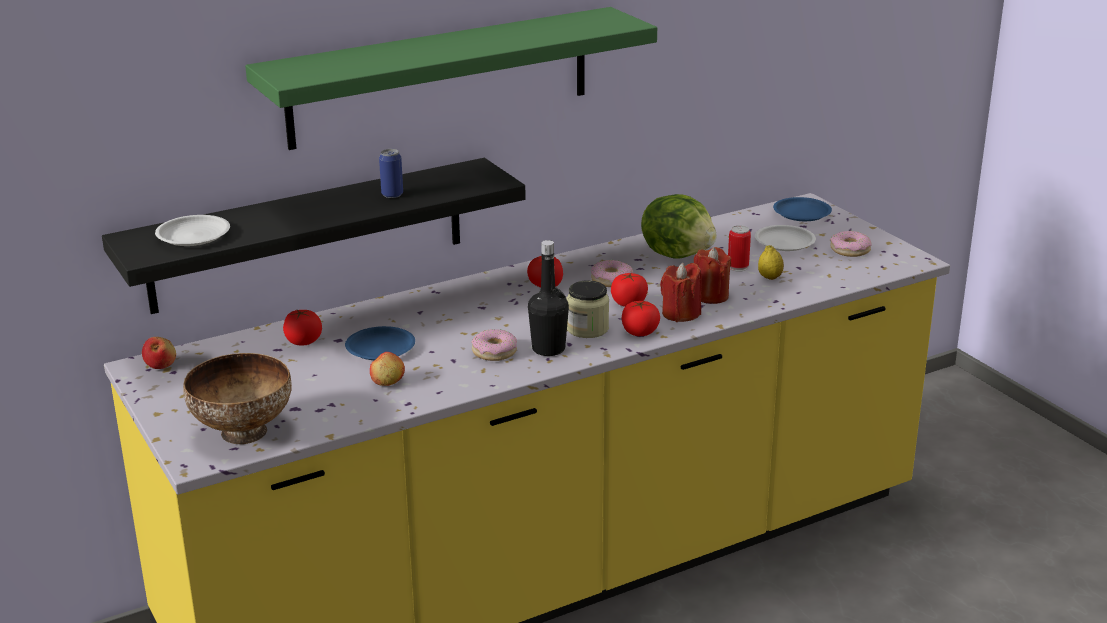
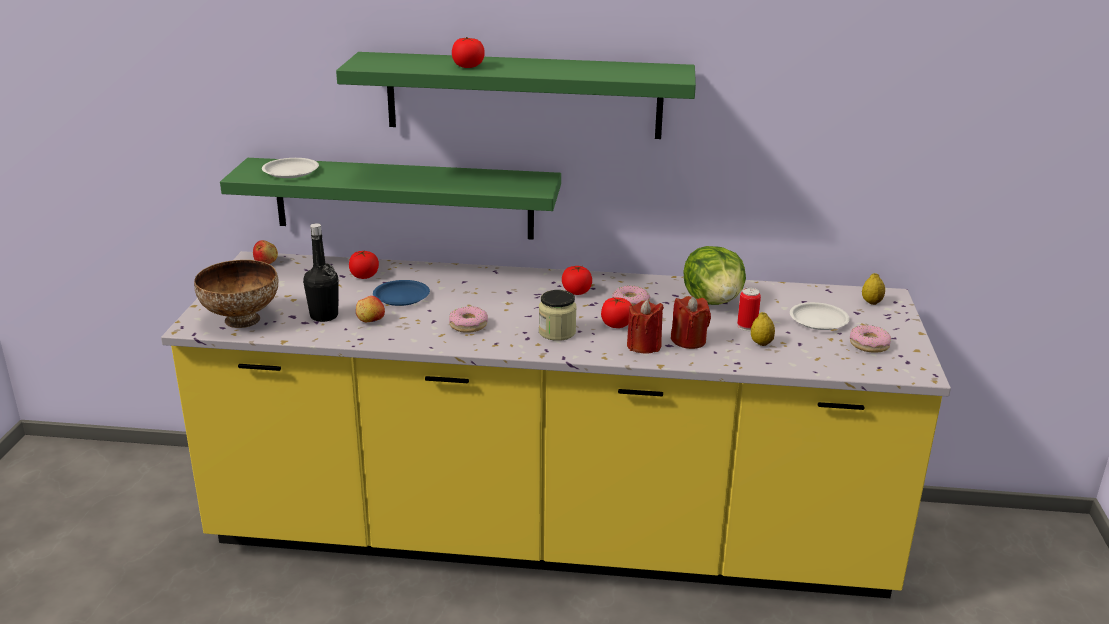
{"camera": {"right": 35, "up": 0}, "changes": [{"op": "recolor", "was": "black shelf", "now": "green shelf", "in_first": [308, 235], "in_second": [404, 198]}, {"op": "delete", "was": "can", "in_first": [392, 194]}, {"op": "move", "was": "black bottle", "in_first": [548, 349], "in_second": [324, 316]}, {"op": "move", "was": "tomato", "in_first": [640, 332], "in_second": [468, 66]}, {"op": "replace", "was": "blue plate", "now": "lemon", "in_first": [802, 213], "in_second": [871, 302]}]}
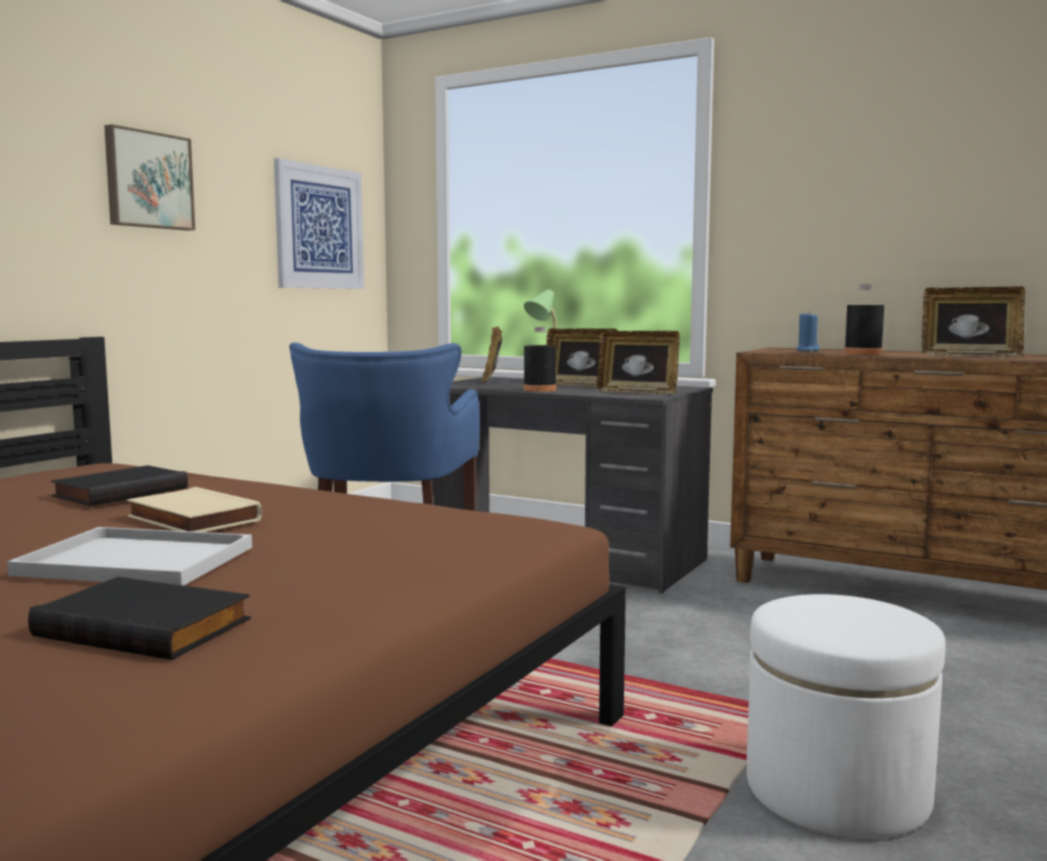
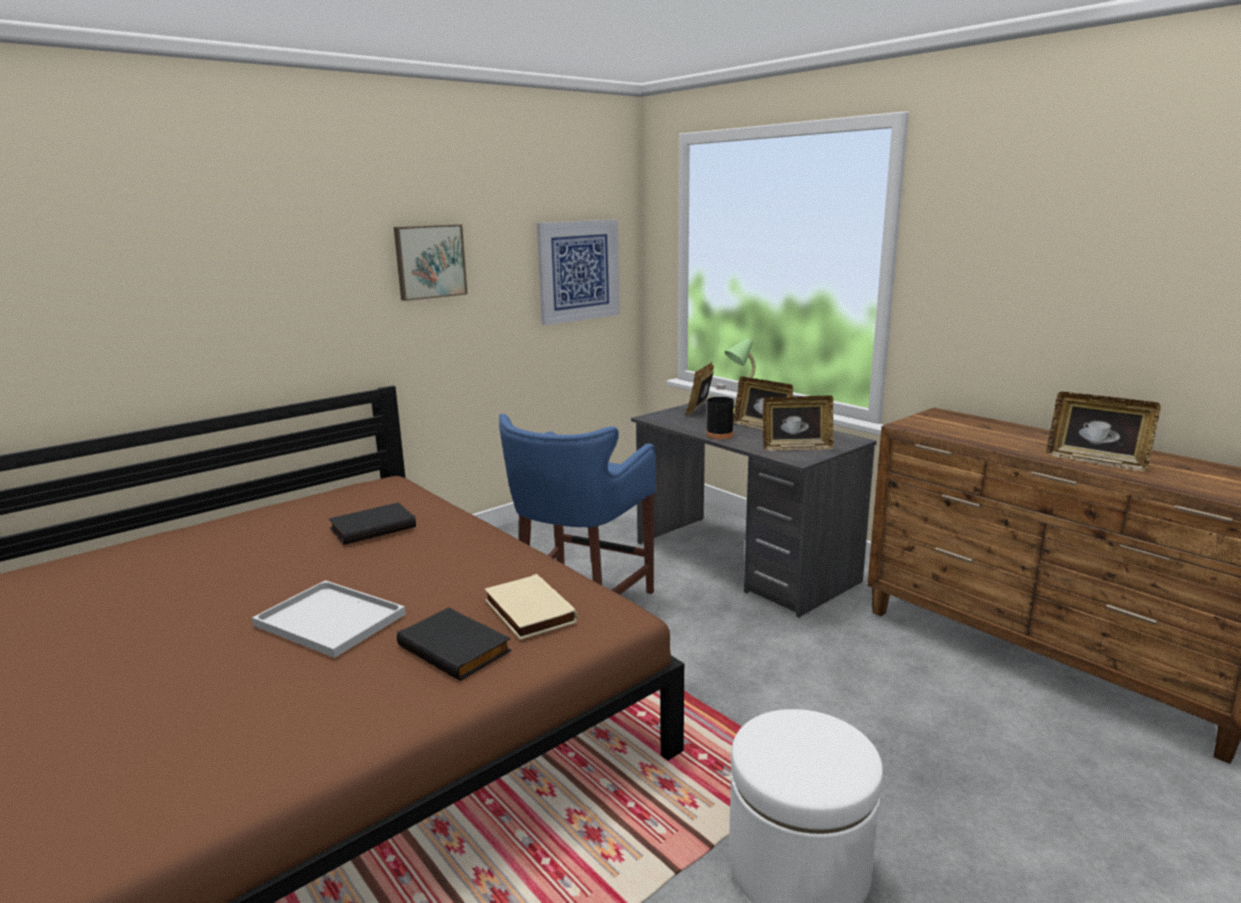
{"camera": {"right": 20, "up": 10}, "changes": [{"op": "move", "was": "black book", "in_first": [147, 627], "in_second": [456, 648]}, {"op": "move", "was": "beige book", "in_first": [190, 519], "in_second": [527, 612]}, {"op": "rotate", "was": "picture frame", "in_first": [637, 392], "in_second": [796, 448], "clockwise": -45}, {"op": "delete", "was": "blue candle", "in_first": [807, 350]}, {"op": "delete", "was": "black bottle", "in_first": [863, 353]}]}
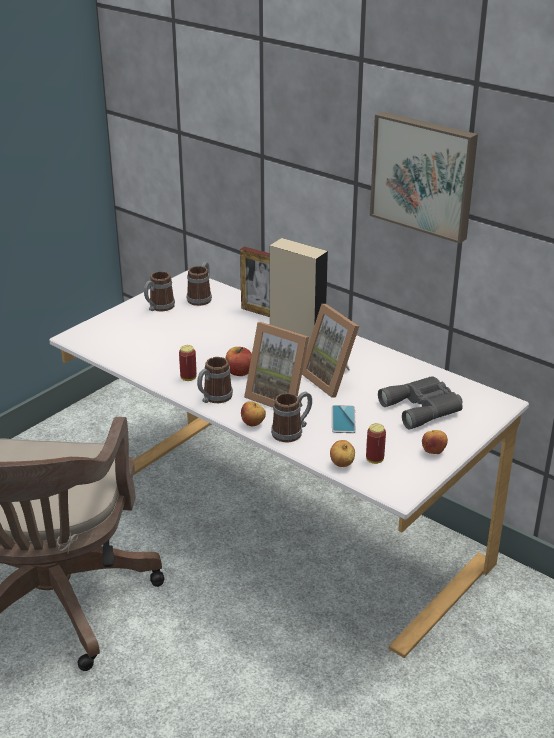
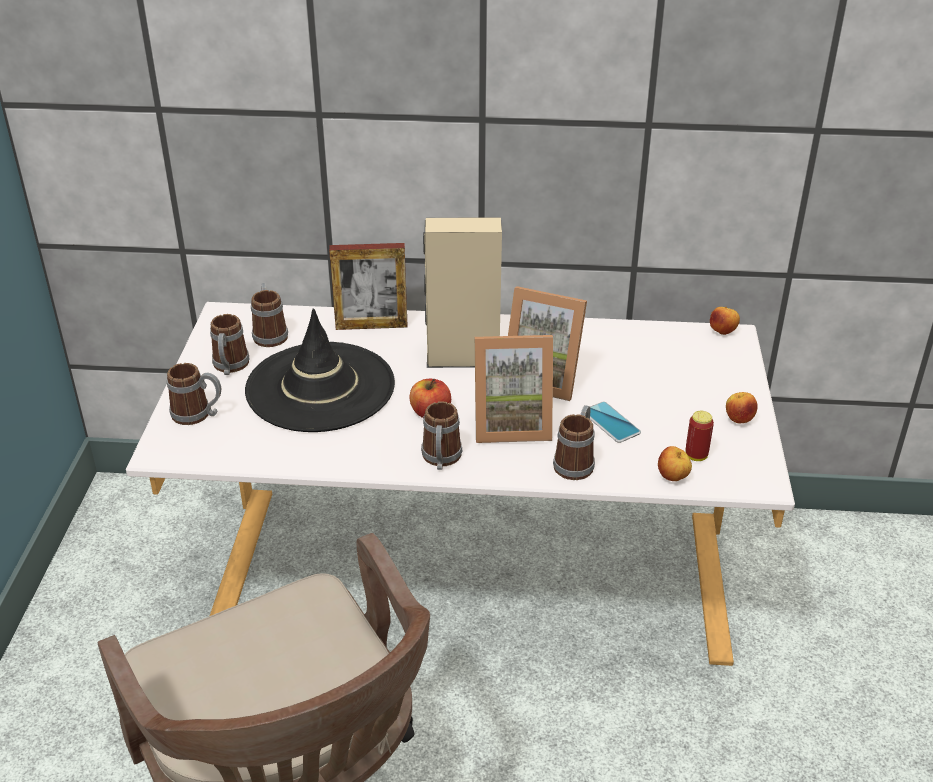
{"camera": {"right": -35, "up": 5}, "changes": [{"op": "delete", "was": "can", "in_first": [188, 378]}, {"op": "move", "was": "apple", "in_first": [253, 424], "in_second": [722, 332]}, {"op": "delete", "was": "picture", "in_first": [424, 175]}, {"op": "delete", "was": "grey binoculars", "in_first": [424, 407]}, {"op": "insert", "now": "mug", "in_second": [198, 415]}, {"op": "insert", "now": "black hat", "in_second": [320, 387]}]}
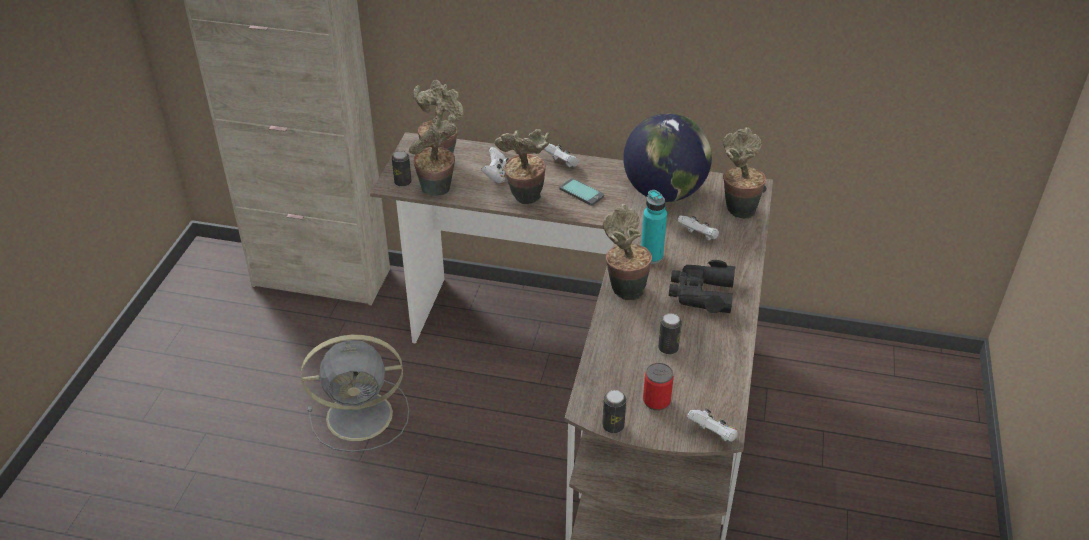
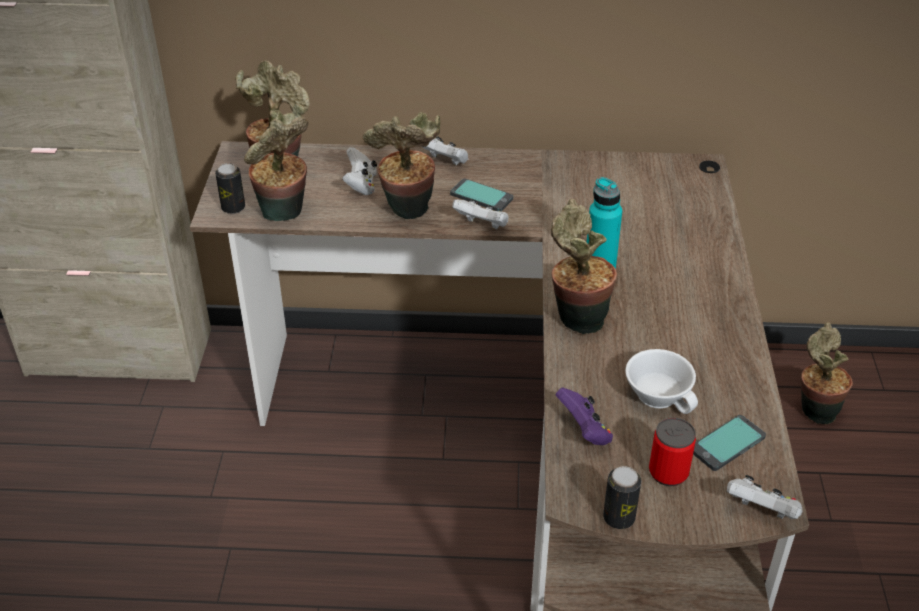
{"camera": {"right": -10, "up": 0}, "changes": [{"op": "delete", "was": "grey fan", "in_first": [362, 415]}, {"op": "delete", "was": "globe", "in_first": [664, 193]}, {"op": "replace", "was": "can", "now": "white cup", "in_first": [668, 348], "in_second": [660, 394]}, {"op": "delete", "was": "black binoculars", "in_first": [701, 294]}, {"op": "move", "was": "white game controller", "in_first": [698, 237], "in_second": [482, 226]}, {"op": "move", "was": "potted plant", "in_first": [738, 209], "in_second": [814, 411]}, {"op": "insert", "now": "purple game controller", "in_second": [584, 431]}, {"op": "insert", "now": "phone", "in_second": [727, 444]}]}
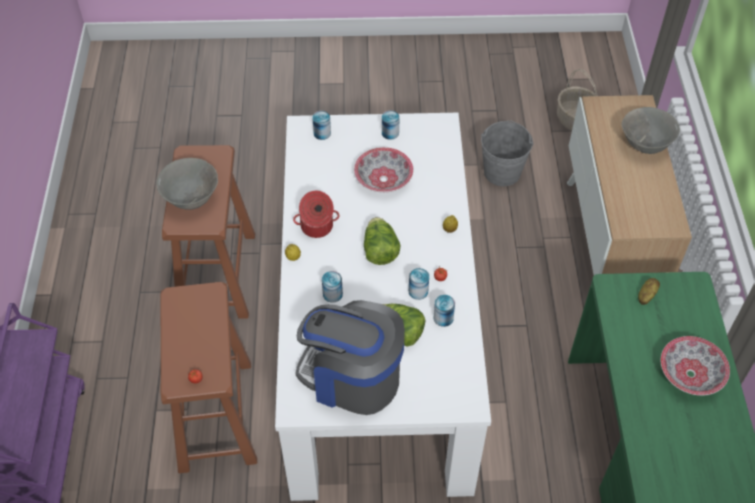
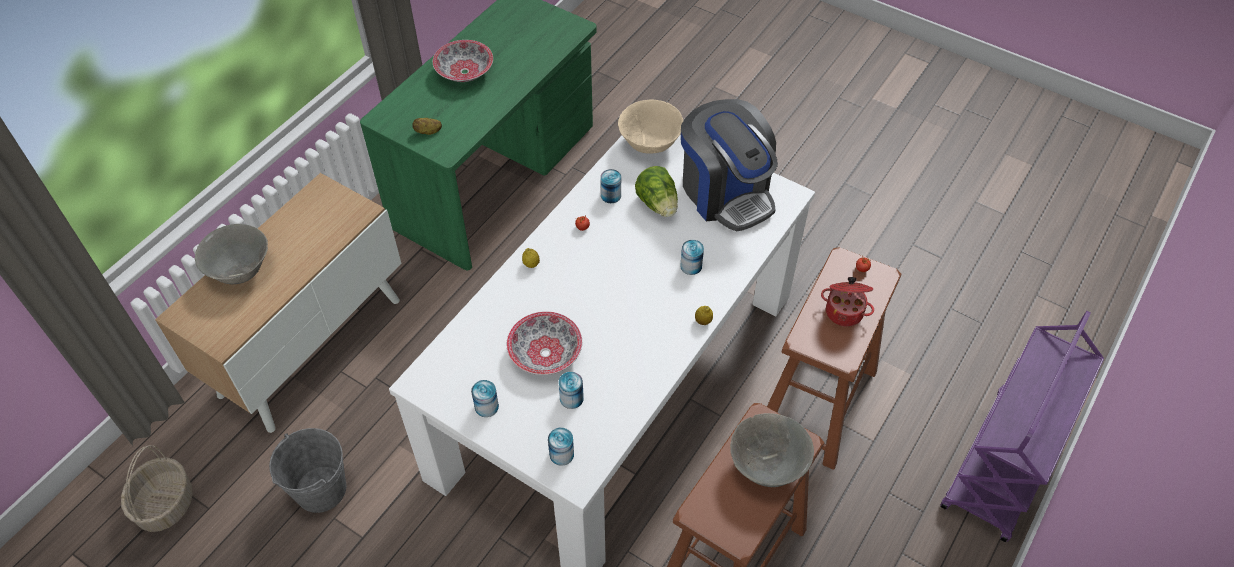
{"camera": {"right": -145, "up": 0}, "changes": [{"op": "move", "was": "cooking pot", "in_first": [317, 227], "in_second": [844, 311]}, {"op": "delete", "was": "lettuce", "in_first": [380, 251]}, {"op": "move", "was": "can", "in_first": [418, 291], "in_second": [571, 398]}, {"op": "insert", "now": "beige bowl", "in_second": [650, 144]}]}
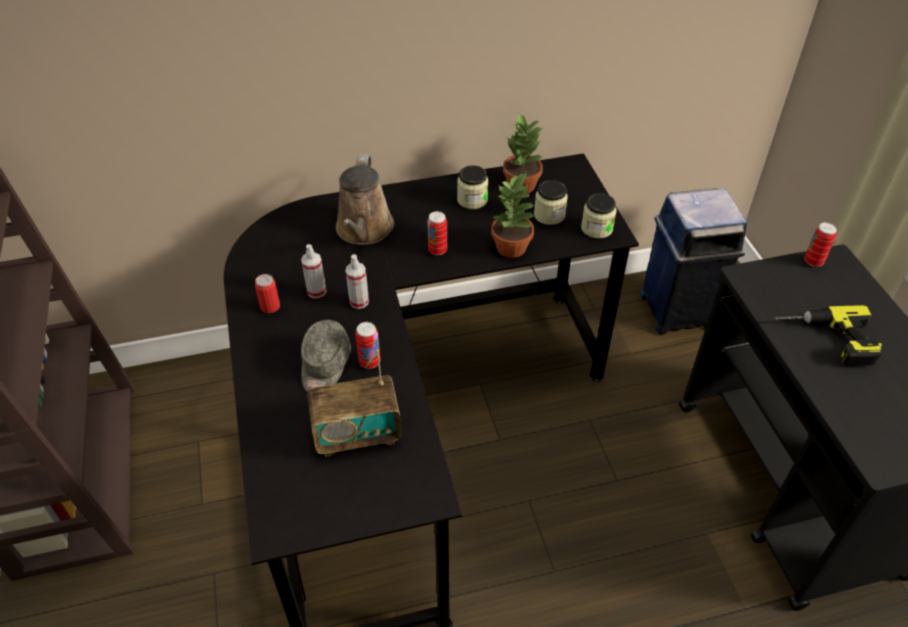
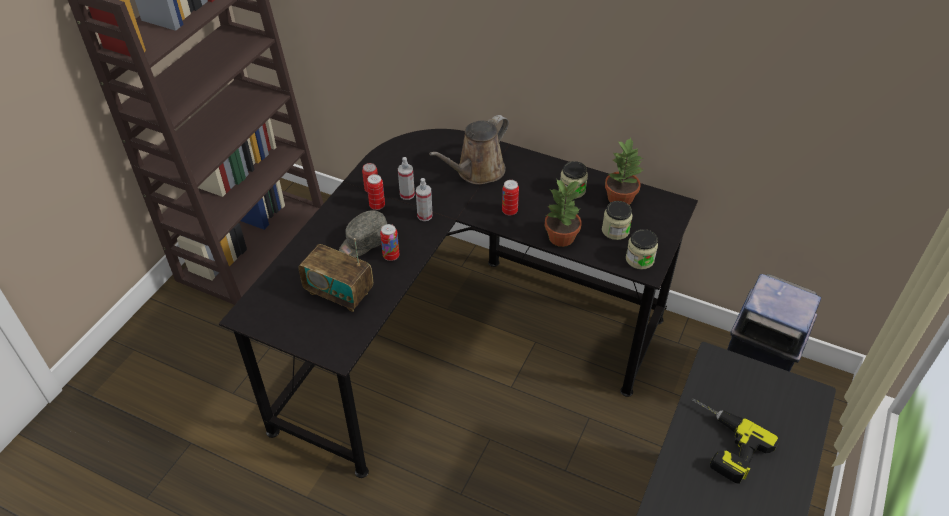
{"camera": {"right": 40, "up": 0}, "changes": [{"op": "move", "was": "can", "in_first": [813, 261], "in_second": [377, 205]}]}
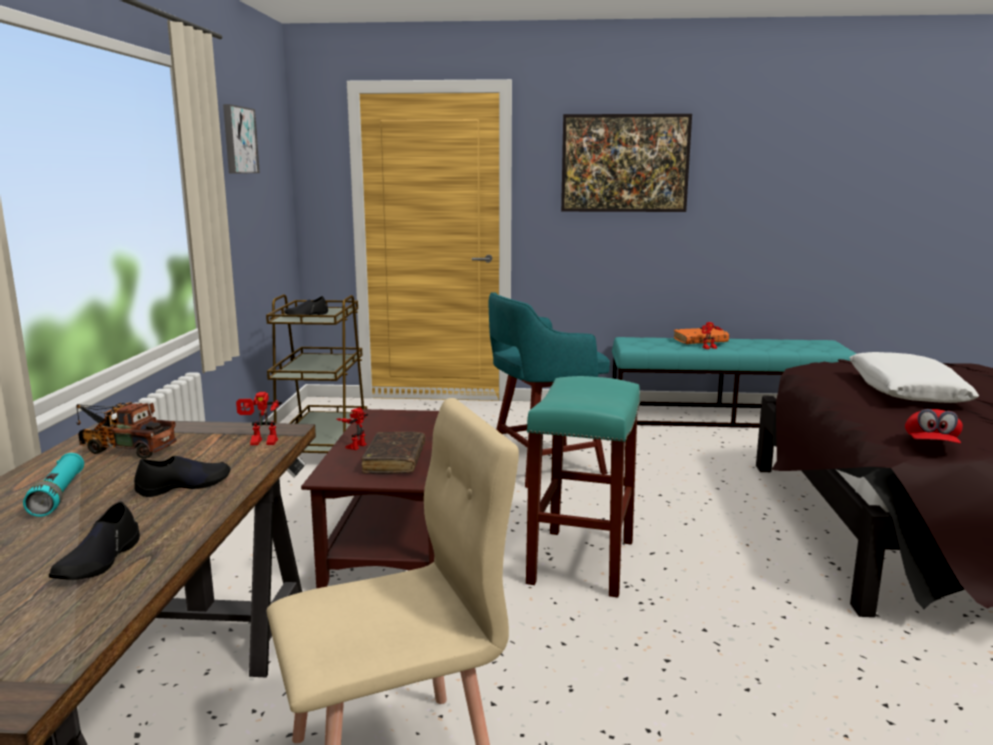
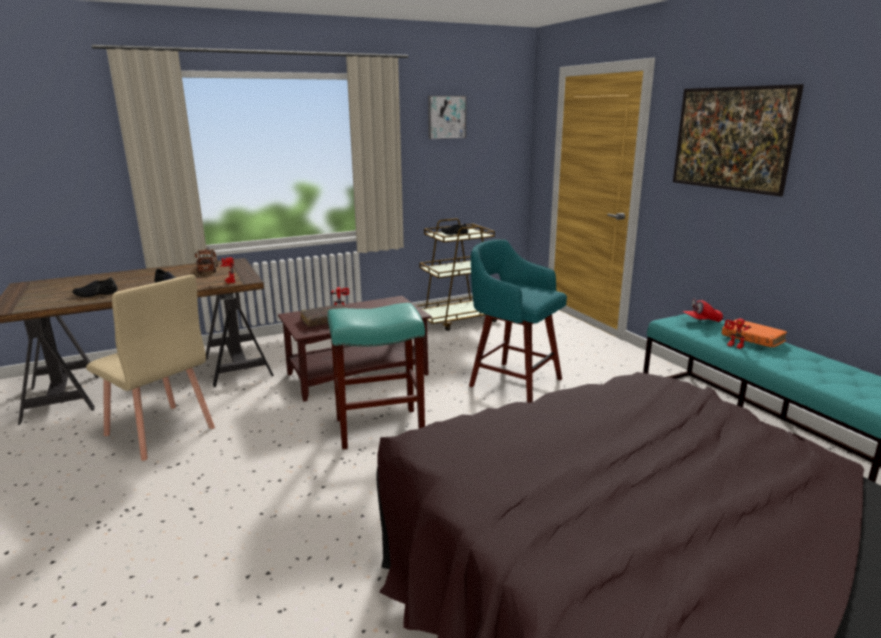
{"camera": {"right": 60, "up": 5}, "changes": [{"op": "delete", "was": "turquoise flashlight", "in_first": [58, 495]}, {"op": "delete", "was": "white pillow", "in_first": [905, 391]}, {"op": "move", "was": "red cap", "in_first": [931, 446], "in_second": [701, 321]}]}
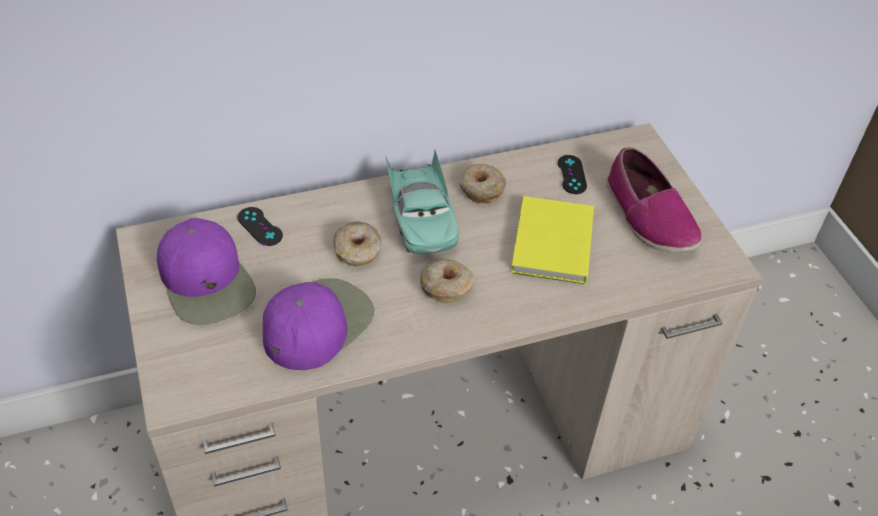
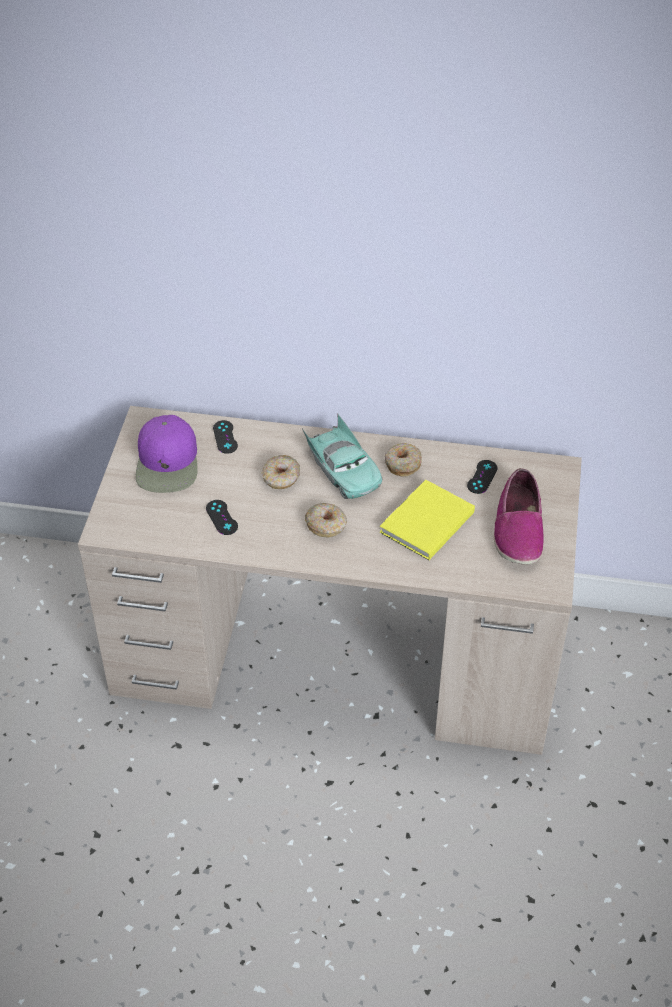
{"camera": {"right": 30, "up": 0}, "changes": [{"op": "replace", "was": "purple cap", "now": "black game controller", "in_first": [317, 323], "in_second": [221, 517]}, {"op": "rotate", "was": "turquoise toy car", "in_first": [421, 217], "in_second": [343, 469], "clockwise": -45}]}
